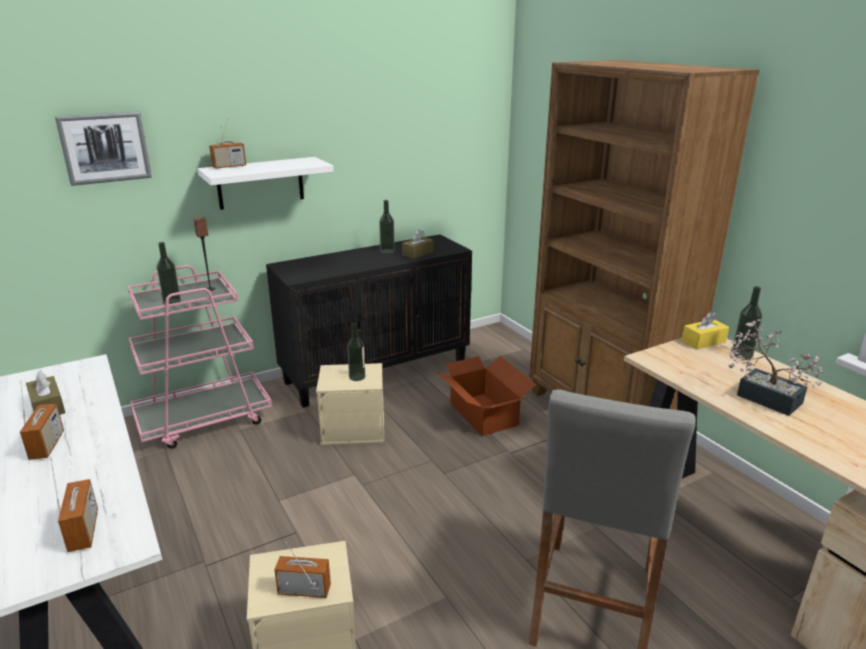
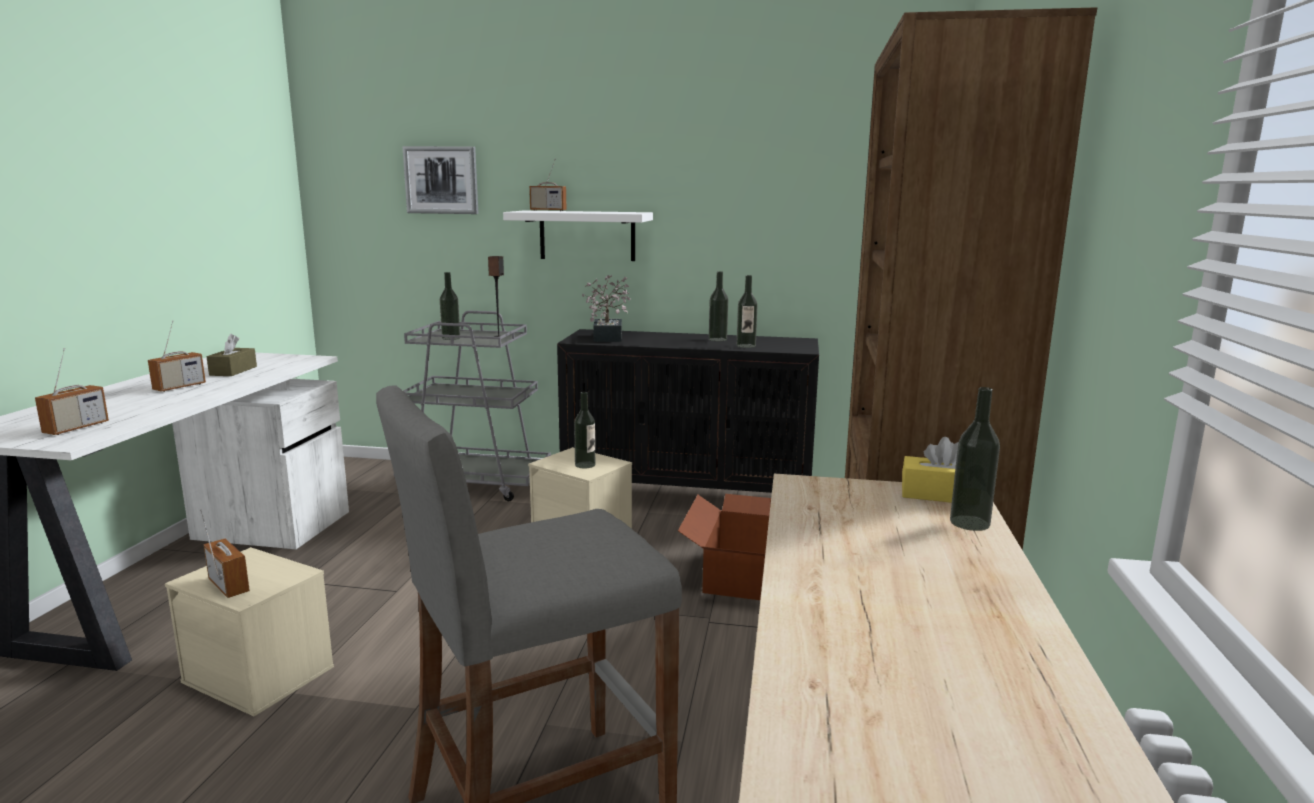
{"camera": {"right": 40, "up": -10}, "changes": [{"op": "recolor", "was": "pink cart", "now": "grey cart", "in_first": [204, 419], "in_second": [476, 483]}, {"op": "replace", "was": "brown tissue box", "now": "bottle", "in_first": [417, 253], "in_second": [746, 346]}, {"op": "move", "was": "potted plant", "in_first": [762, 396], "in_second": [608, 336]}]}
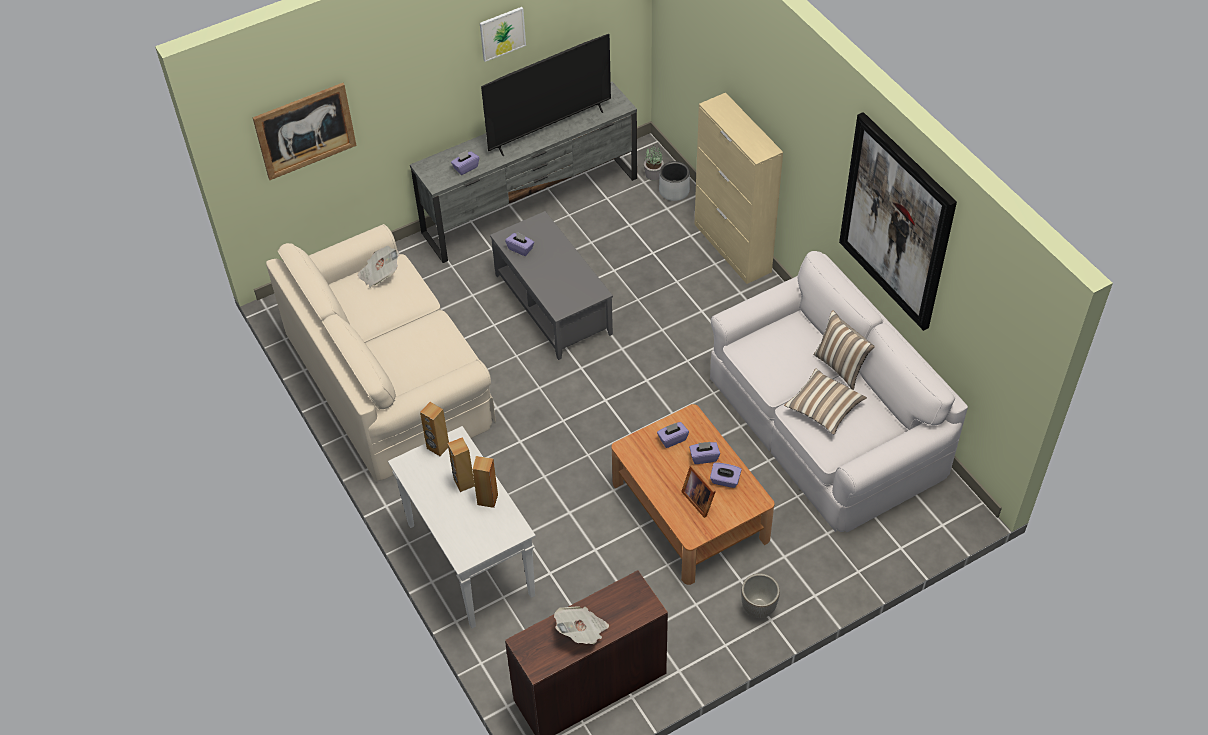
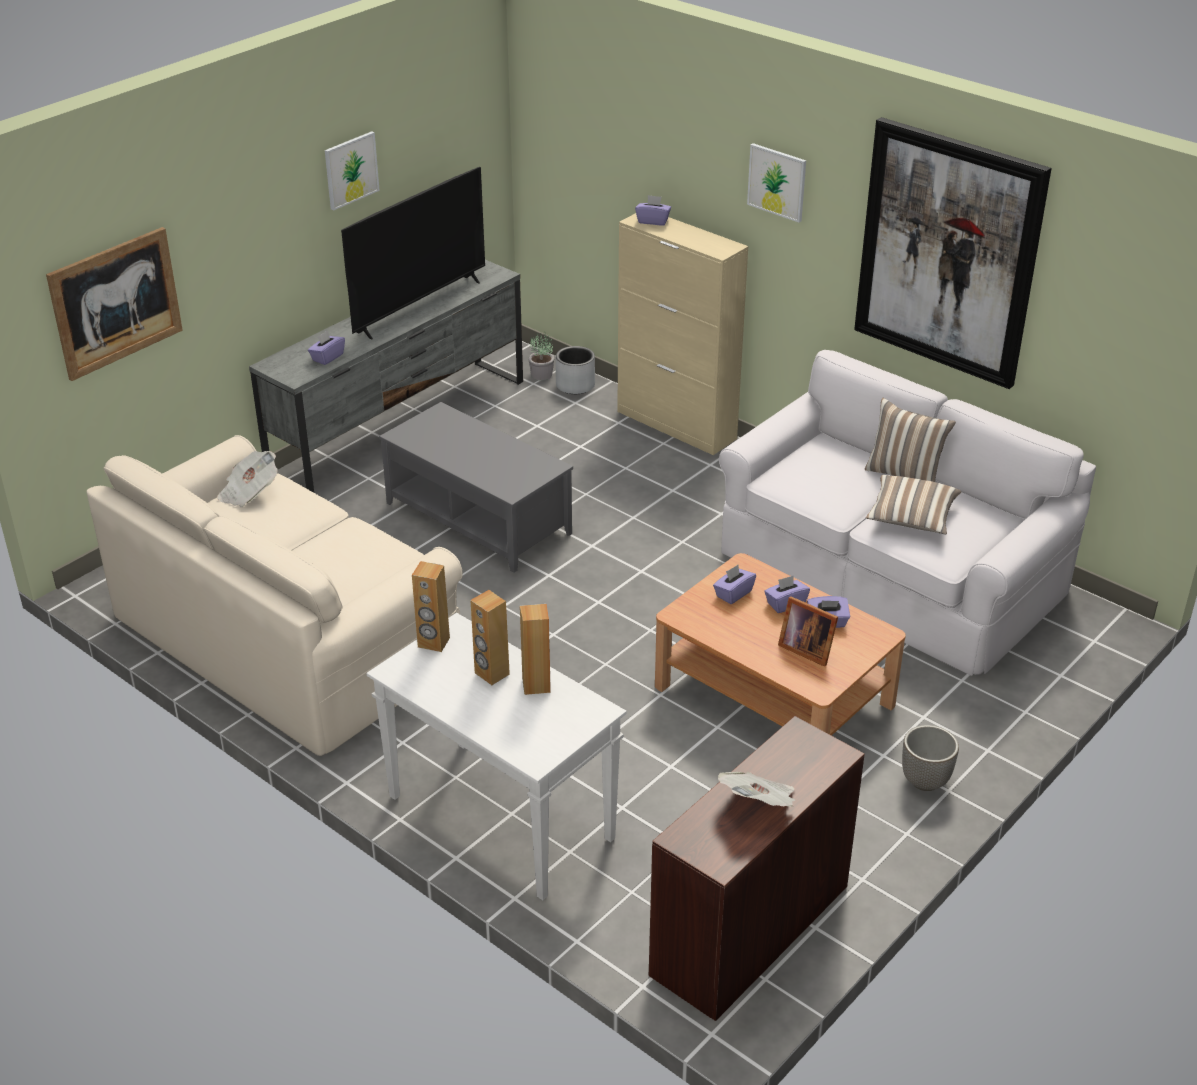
{"camera": {"right": -20, "up": -15}, "changes": [{"op": "move", "was": "purple tissue box", "in_first": [520, 249], "in_second": [653, 221]}, {"op": "insert", "now": "picture", "in_second": [777, 182]}]}
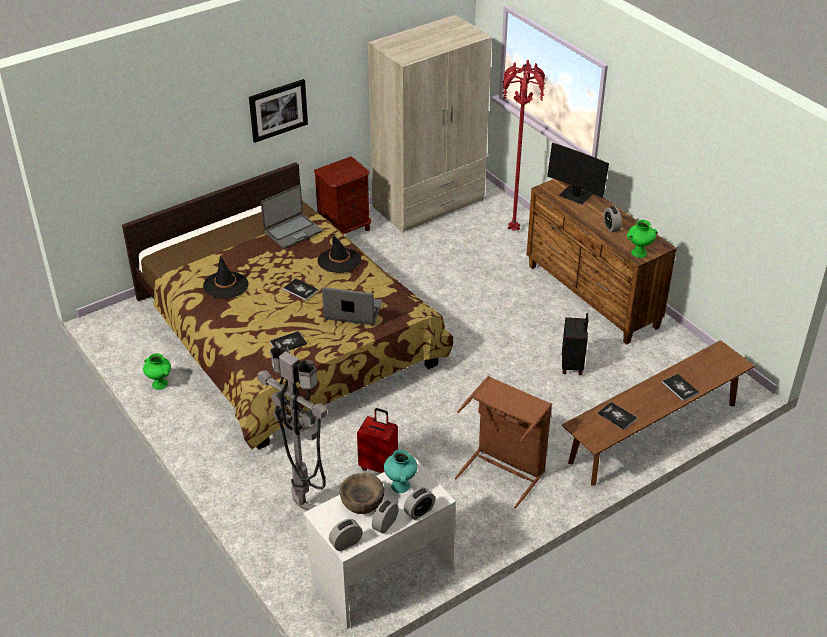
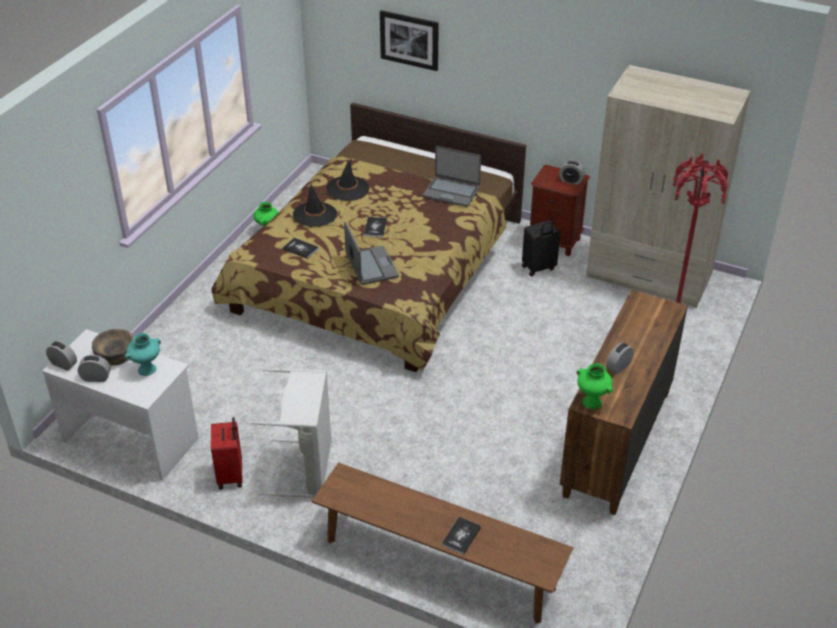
{"camera": {"right": 60, "up": 0}, "changes": [{"op": "move", "was": "picture", "in_first": [278, 110], "in_second": [409, 40]}, {"op": "delete", "was": "grey floor lamp", "in_first": [305, 502]}, {"op": "move", "was": "black hat", "in_first": [339, 260], "in_second": [315, 214]}, {"op": "move", "was": "red suitcase", "in_first": [379, 466], "in_second": [231, 475]}, {"op": "move", "was": "alarm clock", "in_first": [419, 511], "in_second": [571, 181]}, {"op": "recolor", "was": "brown laundry basket", "now": "grey laundry basket", "in_first": [504, 470], "in_second": [306, 469]}, {"op": "delete", "was": "monitor", "in_first": [575, 195]}, {"op": "move", "was": "black suitcase", "in_first": [573, 365], "in_second": [539, 268]}, {"op": "delete", "was": "book", "in_first": [617, 416]}]}
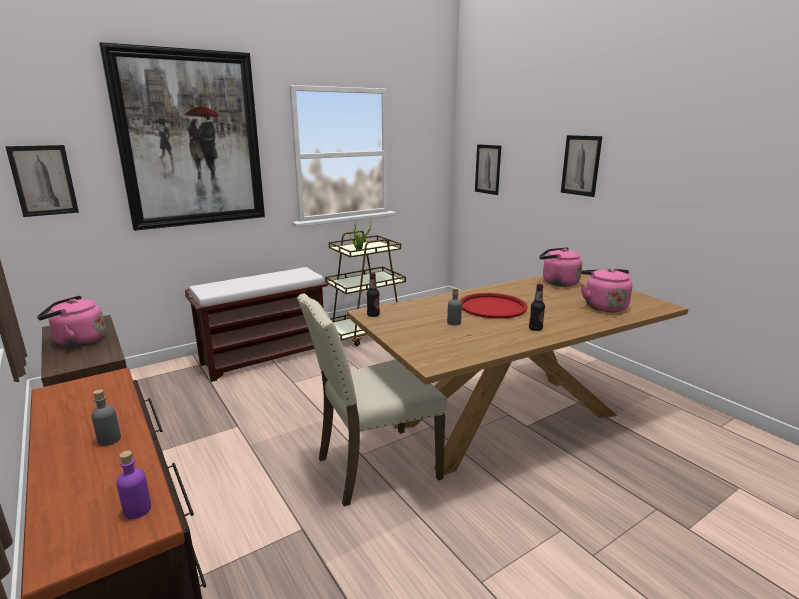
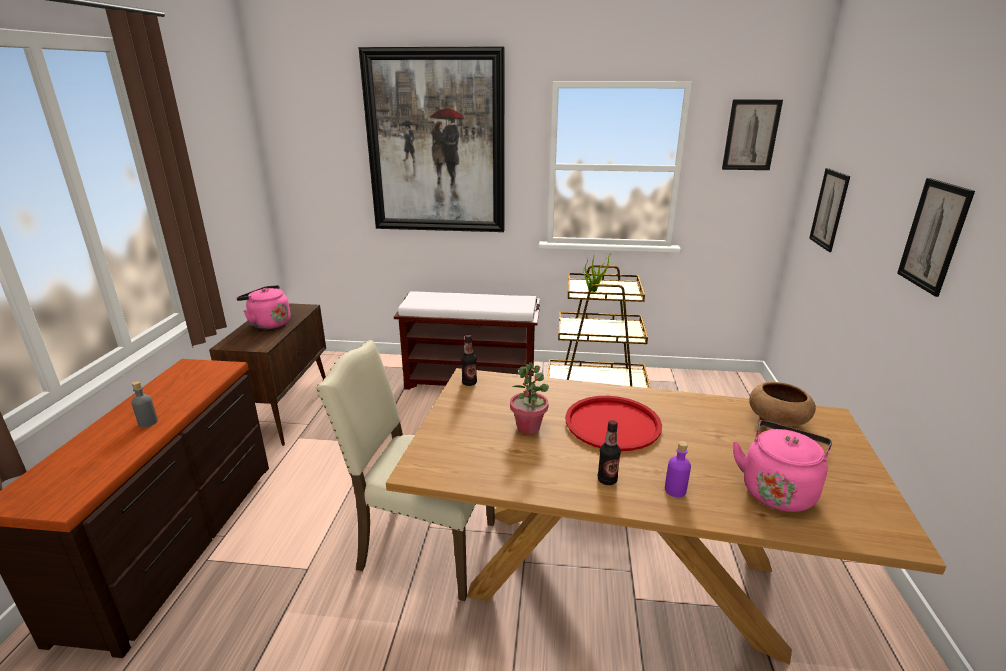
{"camera": {"right": 40, "up": 5}, "changes": [{"op": "move", "was": "picture", "in_first": [43, 180], "in_second": [751, 135]}, {"op": "move", "was": "purple bottle", "in_first": [137, 510], "in_second": [675, 490]}, {"op": "replace", "was": "grey bottle", "now": "potted plant", "in_first": [454, 323], "in_second": [528, 427]}, {"op": "replace", "was": "pink kettle", "now": "brown bowl", "in_first": [557, 282], "in_second": [777, 421]}]}
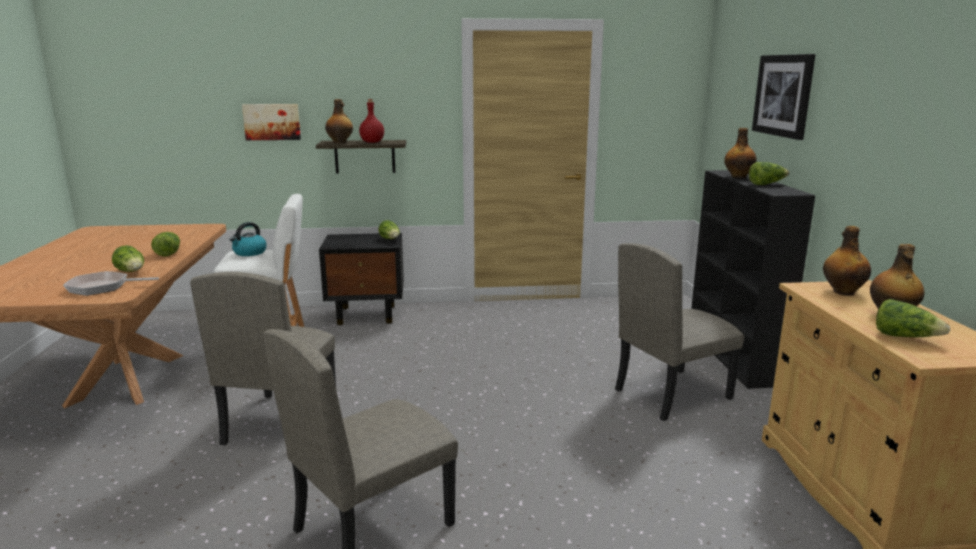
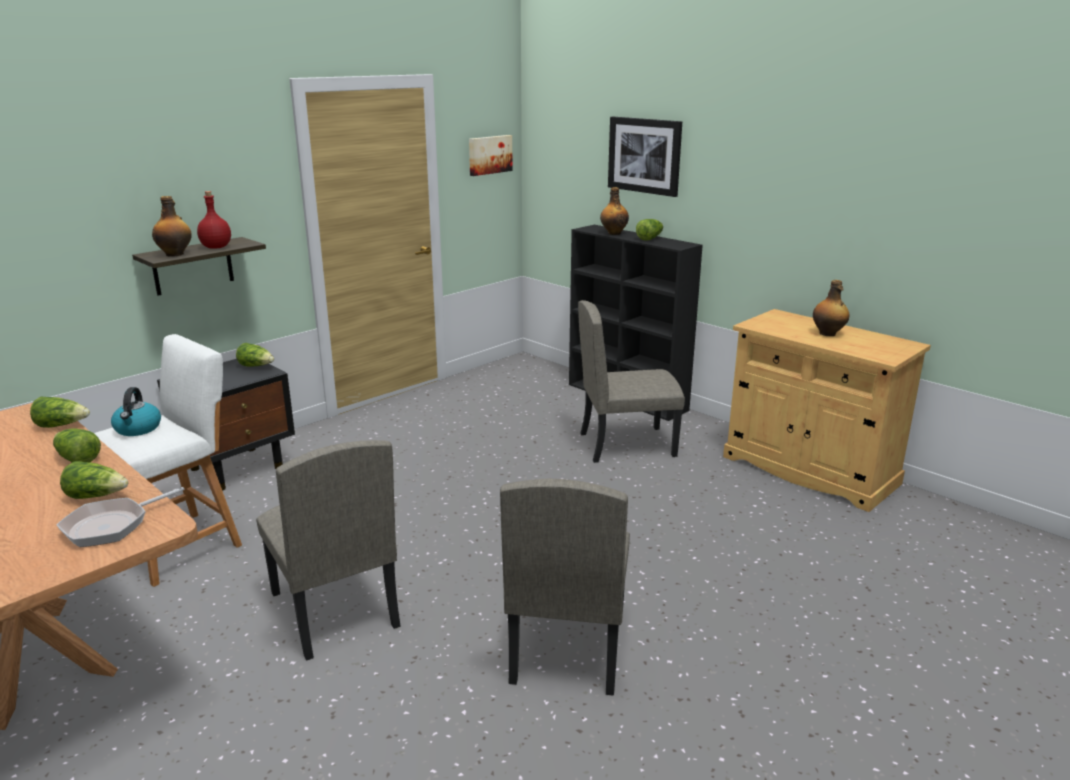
{"camera": {"right": -40, "up": 5}, "changes": [{"op": "move", "was": "picture", "in_first": [272, 121], "in_second": [489, 155]}, {"op": "rotate", "was": "beige chair", "in_first": [671, 393], "in_second": [626, 444], "clockwise": 60}, {"op": "delete", "was": "bottle", "in_first": [842, 292]}, {"op": "move", "was": "lettuce", "in_first": [904, 337], "in_second": [62, 425]}]}
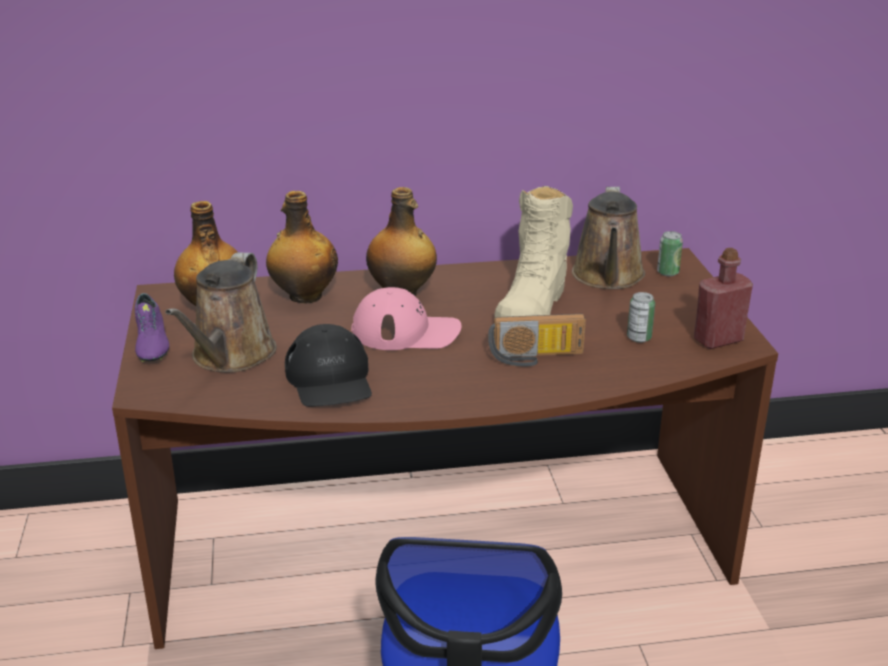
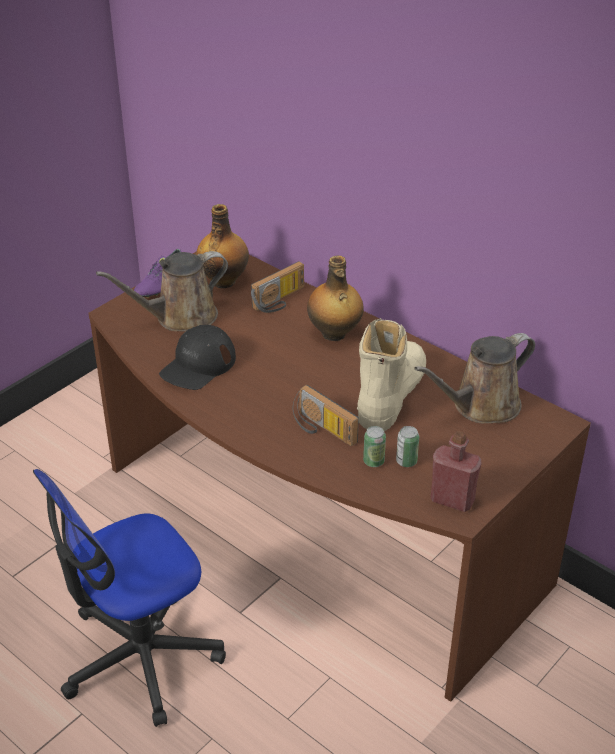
{"camera": {"right": 50, "up": 10}, "changes": [{"op": "replace", "was": "bottle", "now": "radio", "in_first": [304, 296], "in_second": [280, 301]}, {"op": "delete", "was": "pink cap", "in_first": [406, 332]}, {"op": "rotate", "was": "beige boot", "in_first": [532, 305], "in_second": [390, 393], "clockwise": 135}, {"op": "move", "was": "can", "in_first": [667, 272], "in_second": [373, 461]}]}
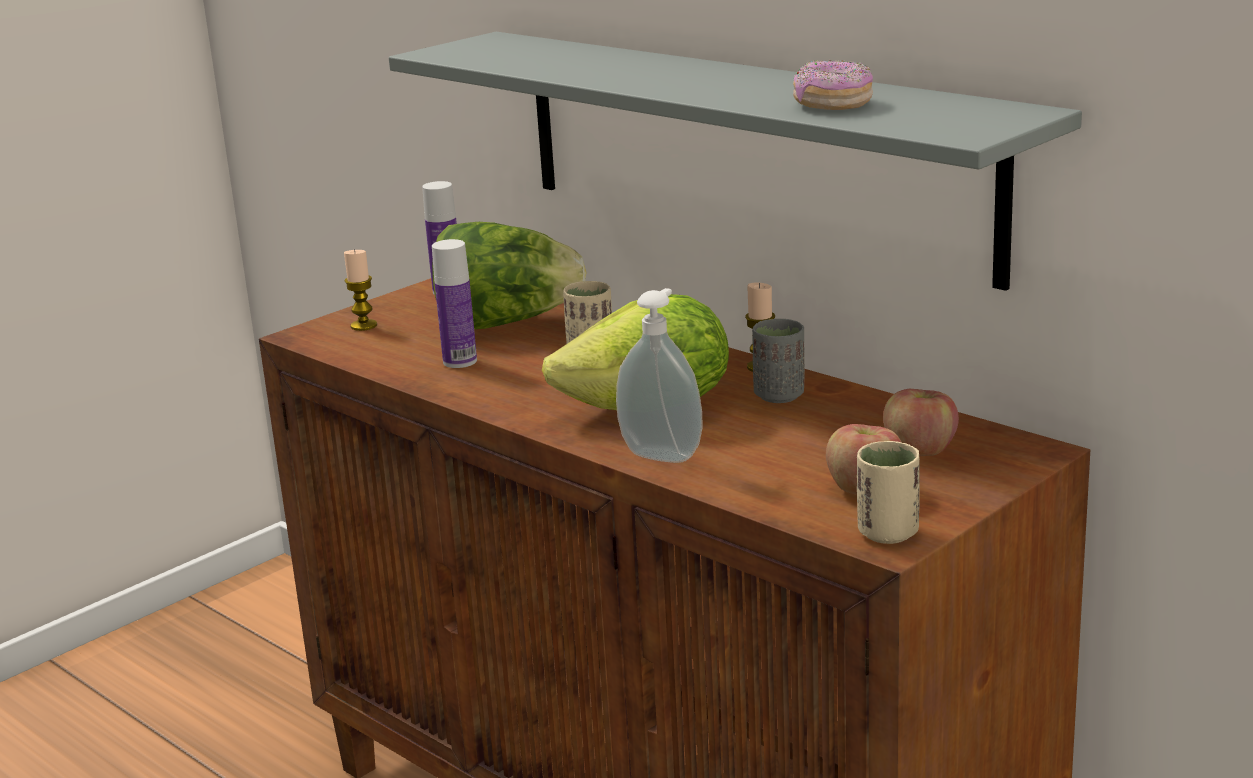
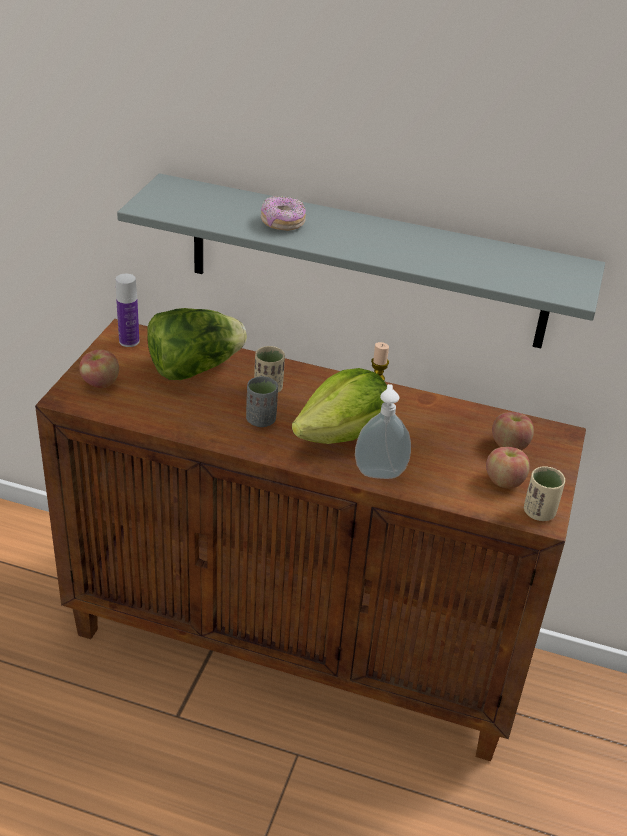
{"camera": {"right": -30, "up": 15}, "changes": [{"op": "replace", "was": "candle", "now": "apple", "in_first": [364, 326], "in_second": [100, 383]}, {"op": "delete", "was": "bottle", "in_first": [460, 361]}, {"op": "move", "was": "grey cup", "in_first": [779, 396], "in_second": [261, 420]}, {"op": "move", "was": "donut", "in_first": [832, 104], "in_second": [282, 223]}]}
